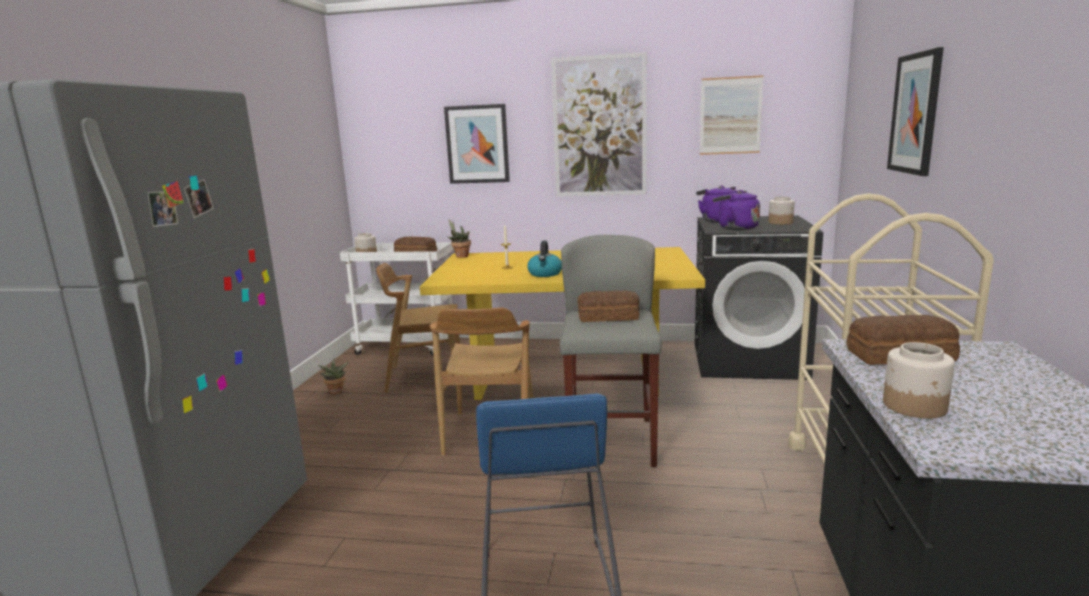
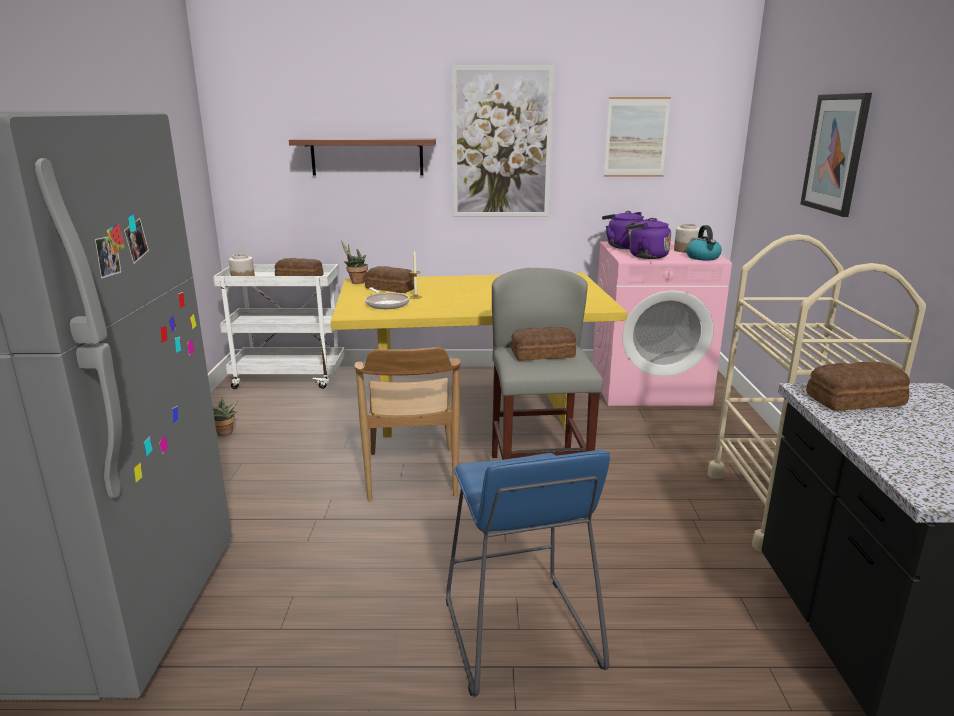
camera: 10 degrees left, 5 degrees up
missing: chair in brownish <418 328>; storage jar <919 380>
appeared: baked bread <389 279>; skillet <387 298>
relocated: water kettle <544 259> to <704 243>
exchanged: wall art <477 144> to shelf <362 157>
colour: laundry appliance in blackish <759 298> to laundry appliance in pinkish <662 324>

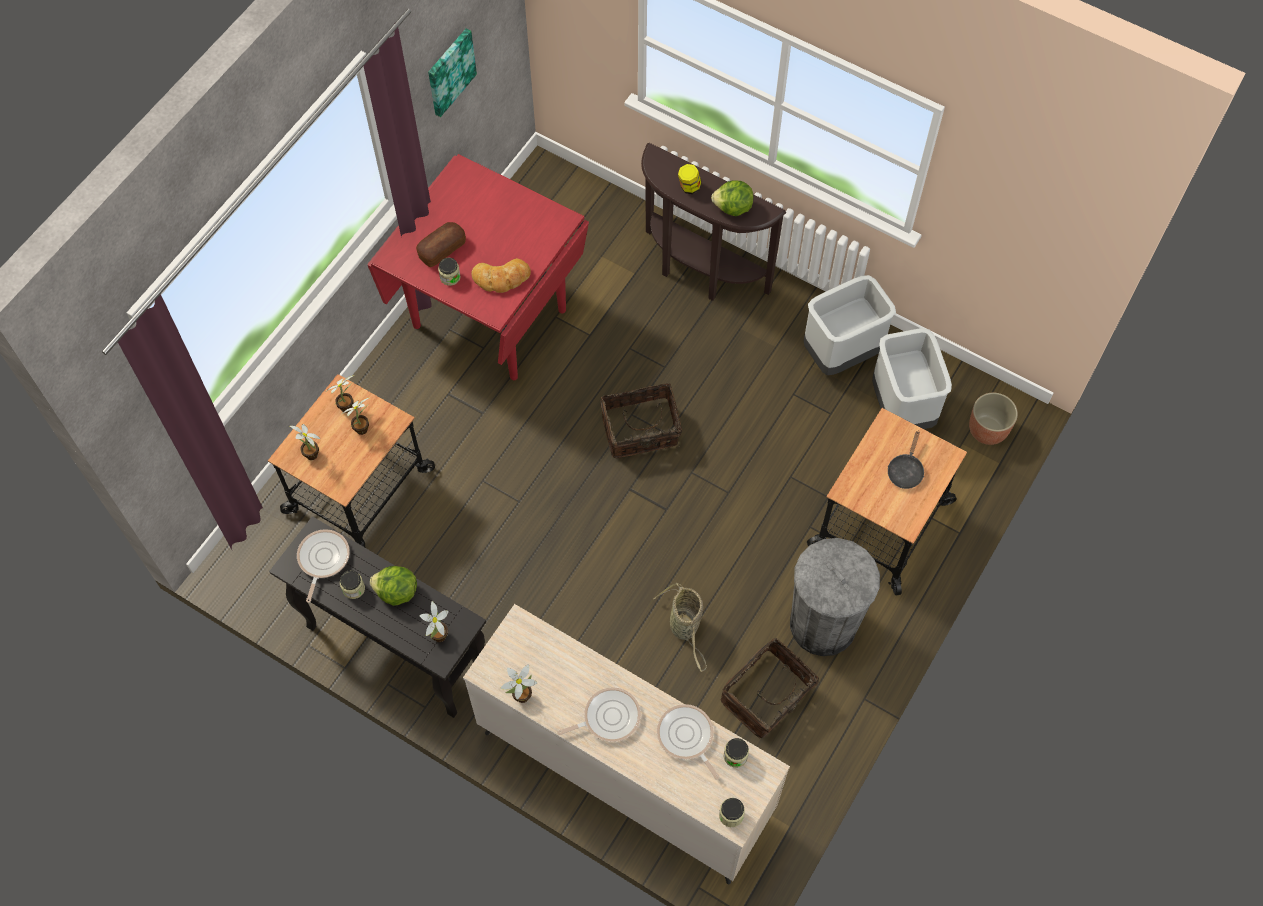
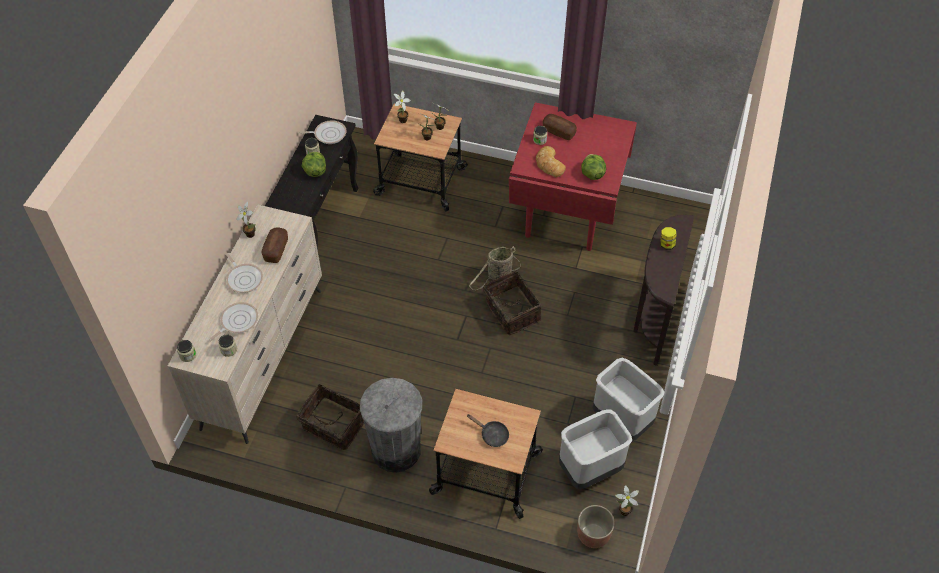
camera: 75 degrees right, 10 degrees down
missing: wall art <452 73>
appeared: baked bread <275 245>
relocated: plant in a pot <434 621> to <627 500>; storage basket <680 627> to <495 268>; lettuce head <732 198> to <593 167>
spun: skillet in blackish <906 460> = <487 430> 150 degrees counterclockwise

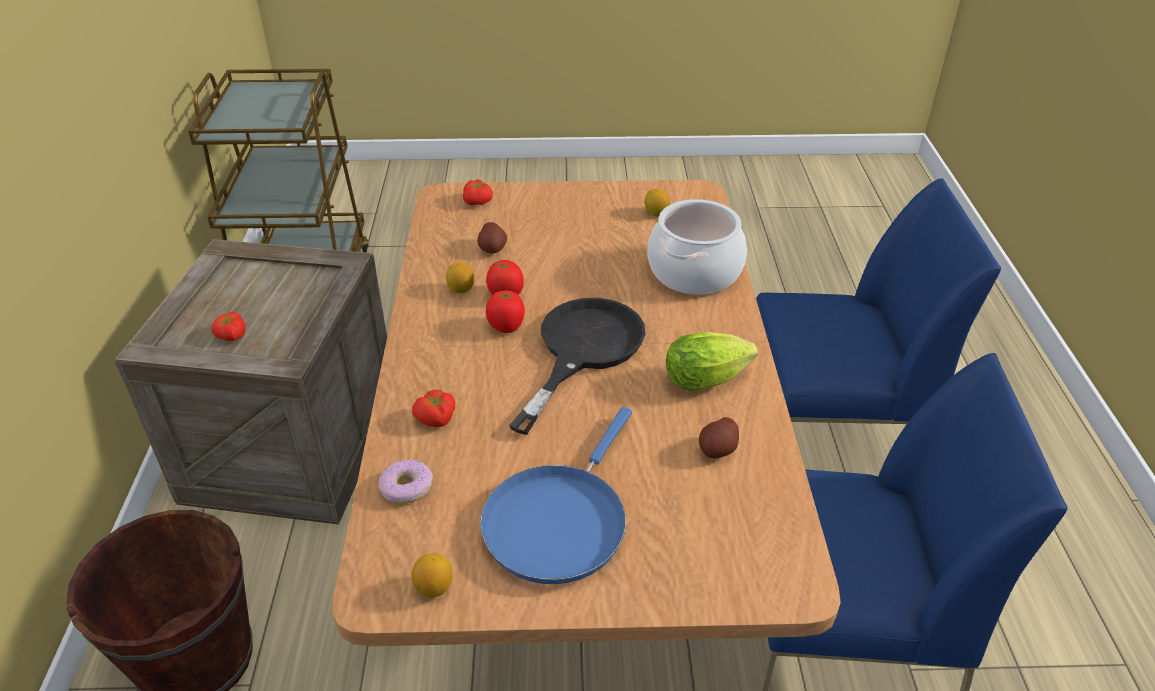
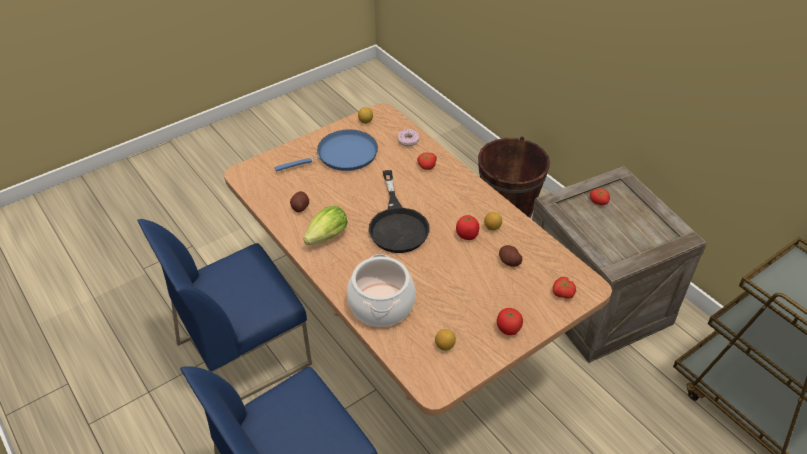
camera: 145 degrees right, 5 degrees up
relocated: whole tomato <505 311> to <510 321>
spun: skillet in blue-coloured <556 495> = <326 151> 75 degrees clockwise

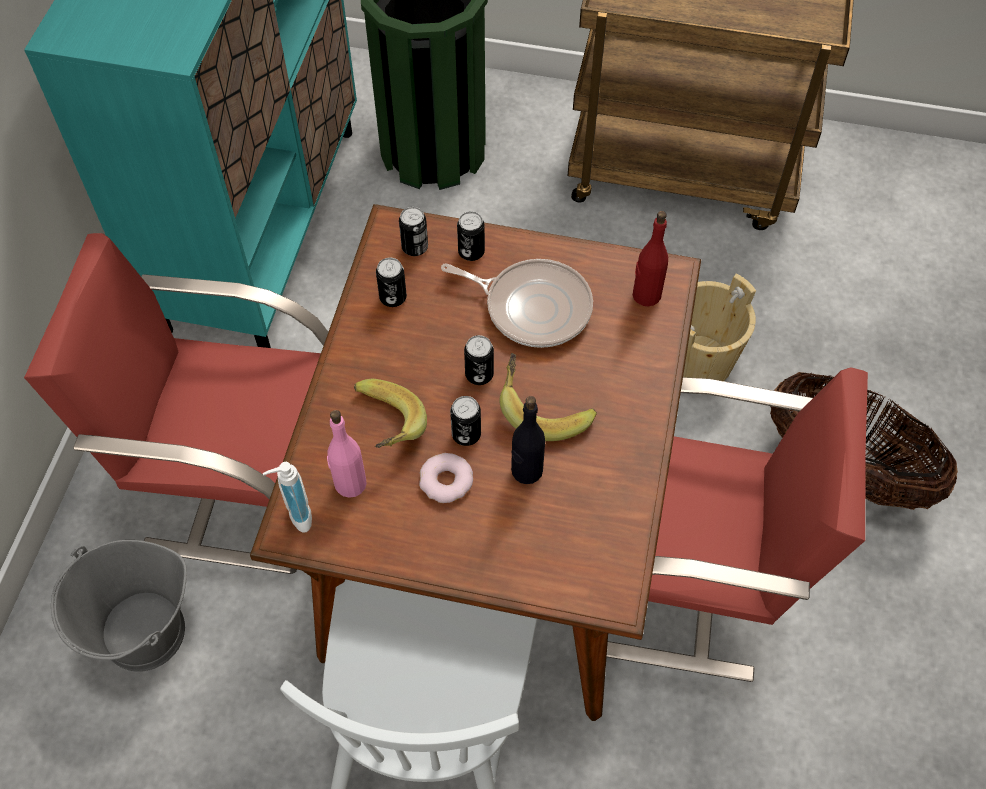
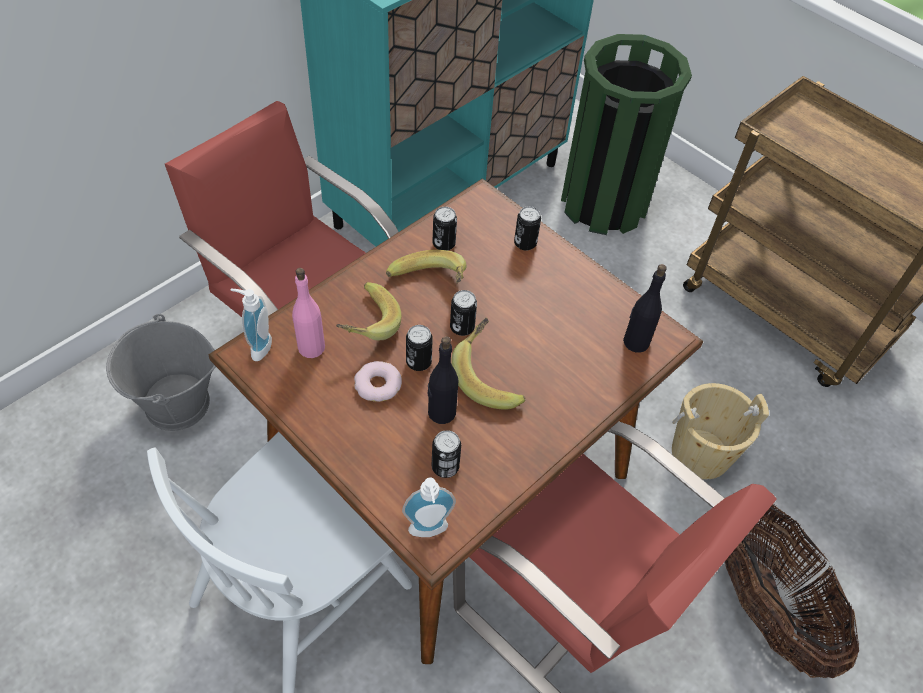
camera: 30 degrees right, 5 degrees down
missing: skillet <517 303>
appeared: banana fruit <426 266>; soap dispenser <429 507>
relocated: sealed can <413 231> to <446 454>
colour: drink bottle in red-coloured <650 258> to drink bottle in blackish <645 308>

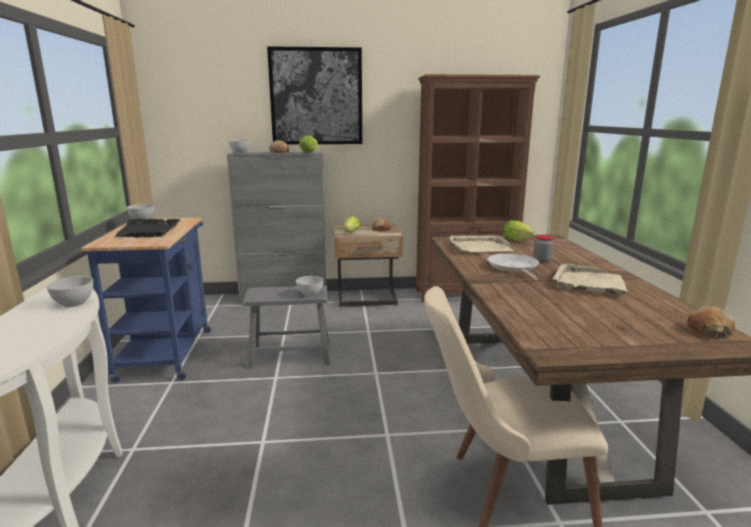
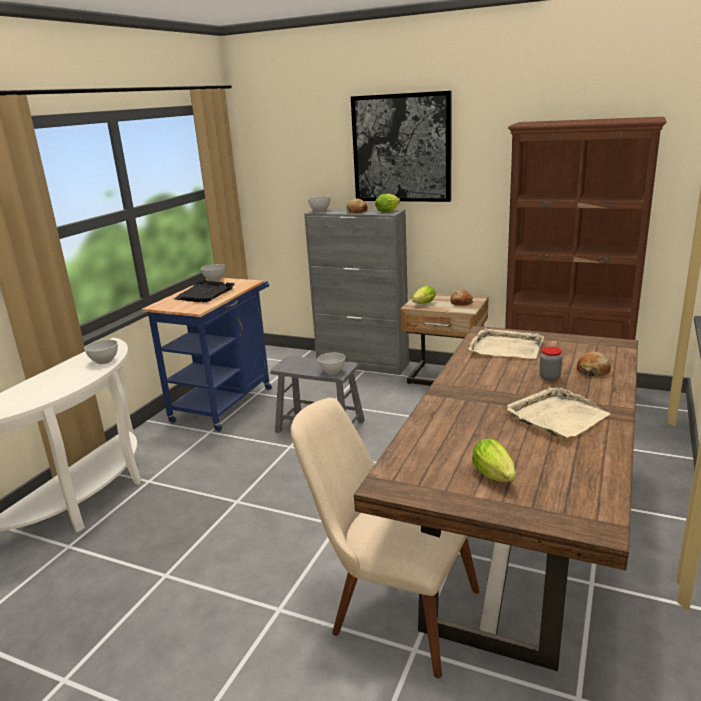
camera: 30 degrees right, 5 degrees up
missing: skillet <513 266>
relocated: lettuce head <519 230> to <494 460>; baked bread <711 322> to <594 364>

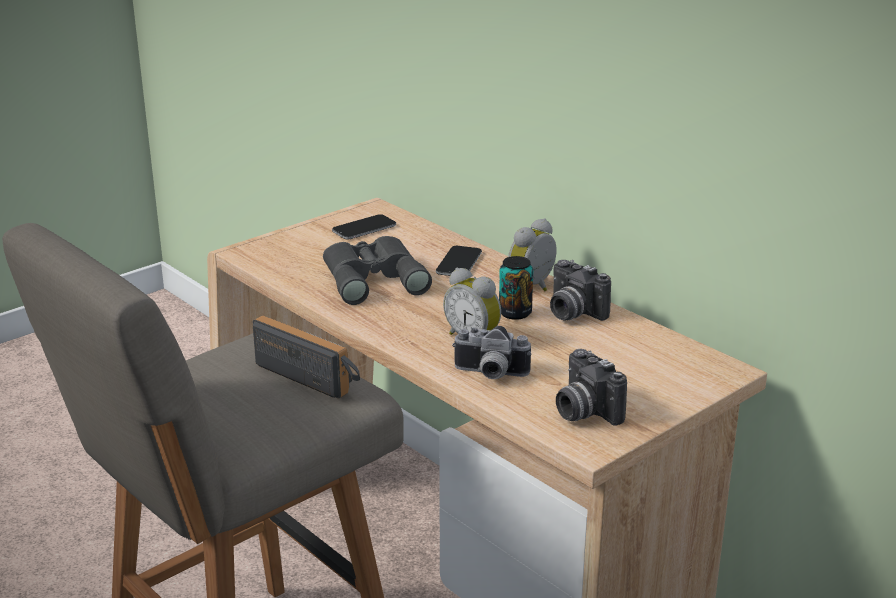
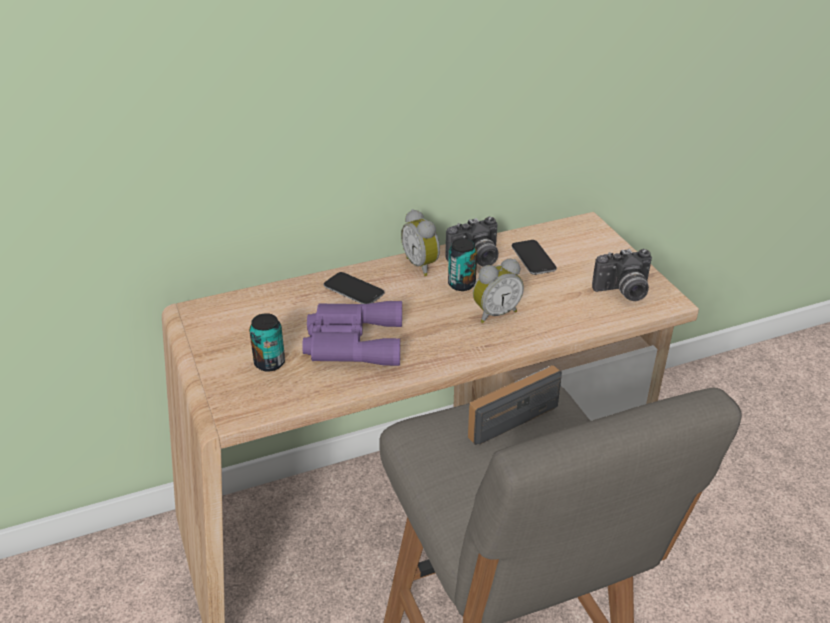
camera: 70 degrees left, 10 degrees up
missing: still camera <491 352>
appeared: sealed can <267 342>
relocated: telephone <364 227> to <534 257>
colour: pair of binoculars in grey <377 270> to pair of binoculars in purple <352 333>

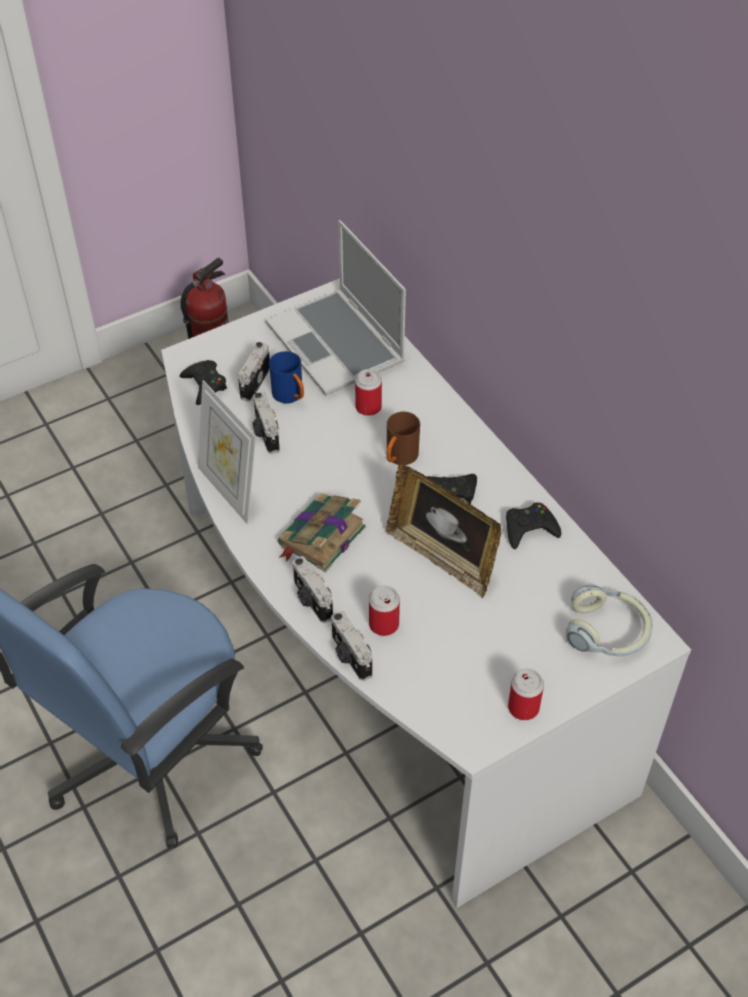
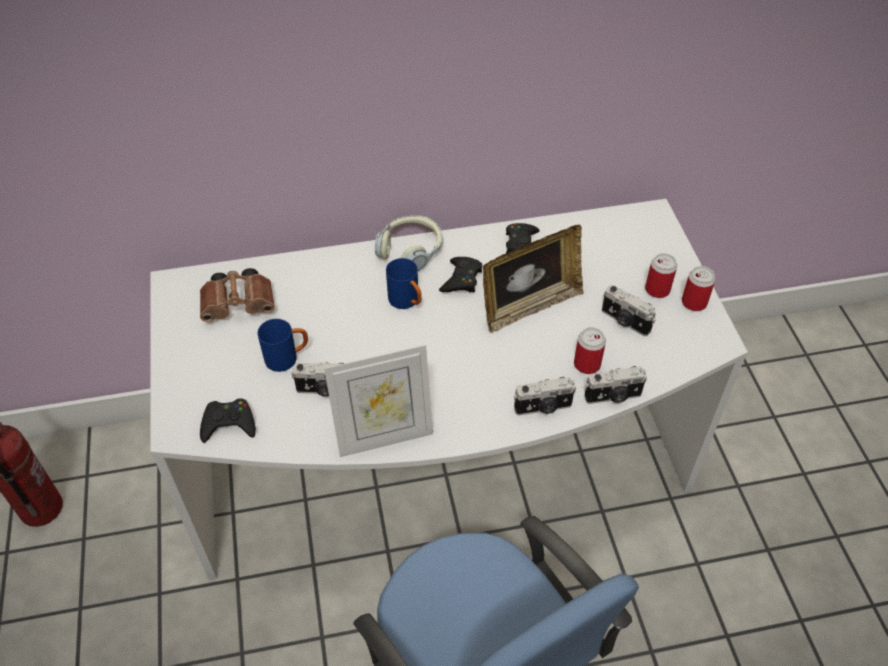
camera: 70 degrees left, 0 degrees up
missing: bound book <322 533>
relocated: still camera <254 372> to <629 310>; sealed can <368 392> to <661 275>; pair of headphones <609 620> to <409 243>
exchanged: portable computer <336 308> to pair of binoculars in brownish <237 295>
colour: mug in brownish <403 438> to mug in blue-coloured <404 283>

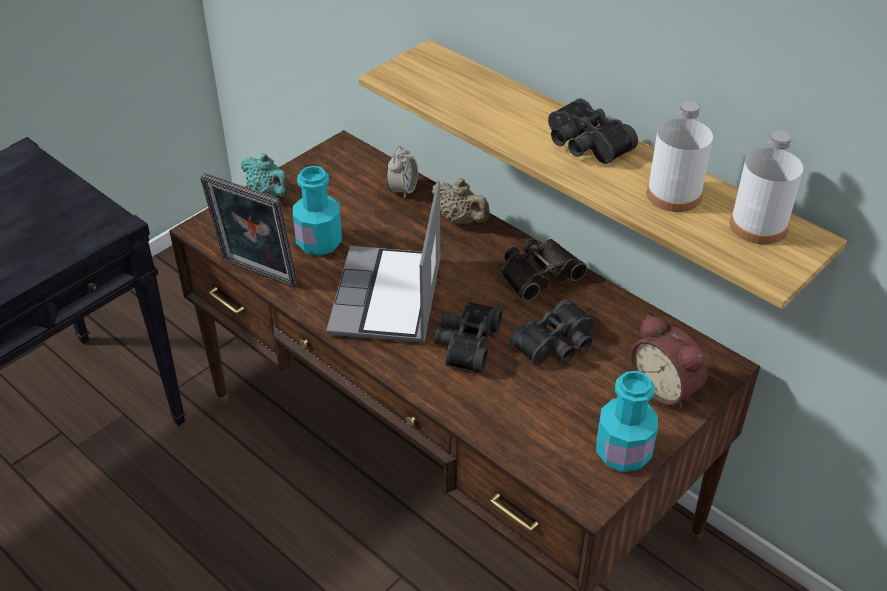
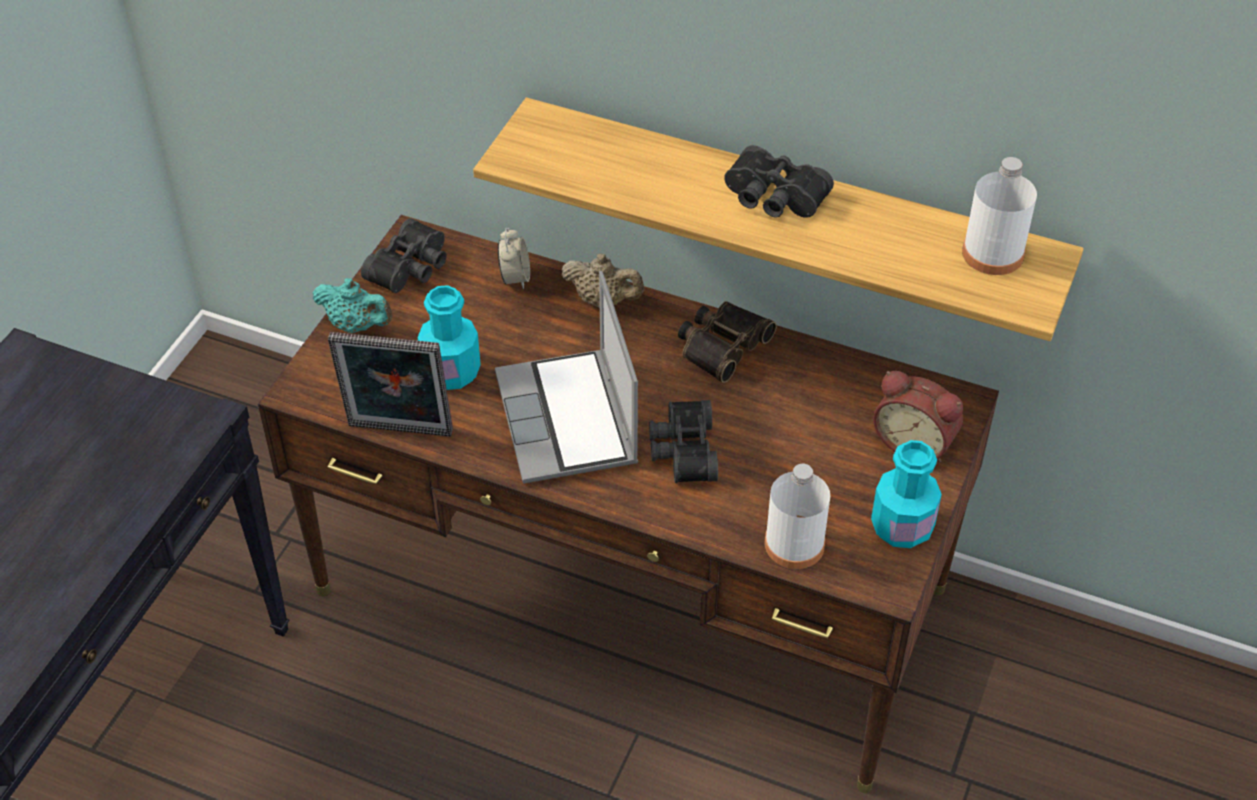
camera: 20 degrees left, 5 degrees up
relocated: pair of binoculars in blackish <552 332> to <404 255>; drink bottle in whitish <680 156> to <797 516>

